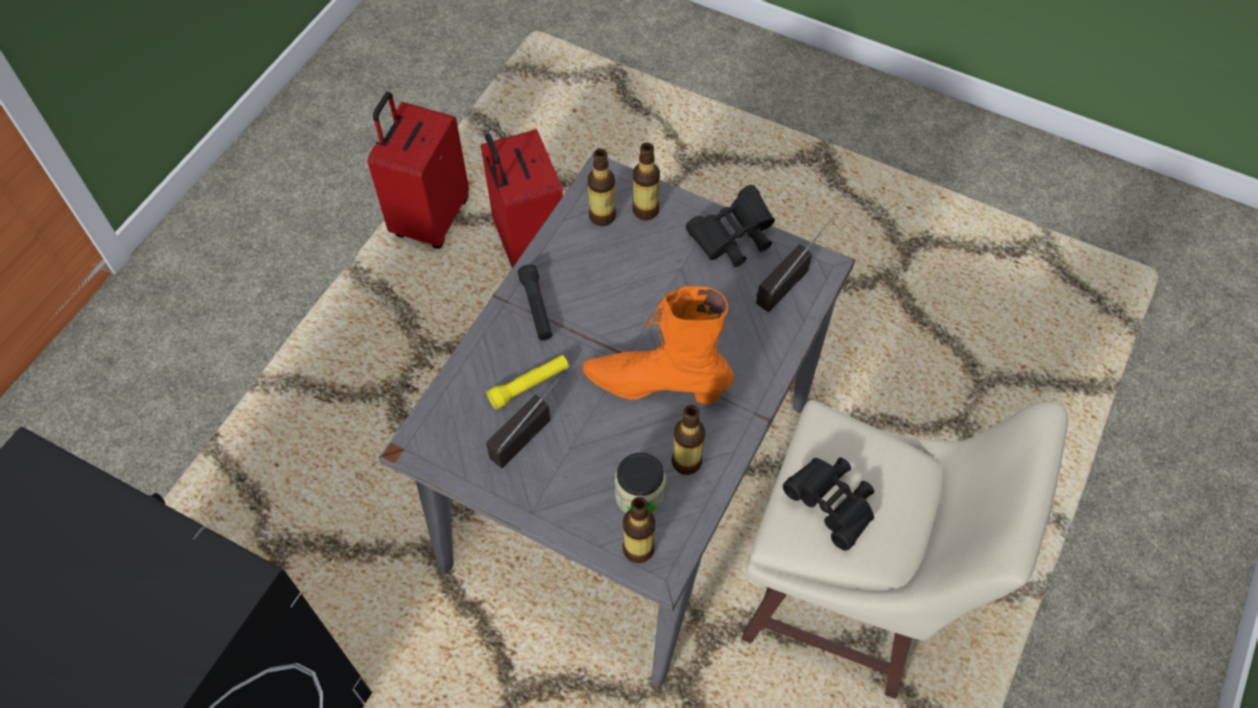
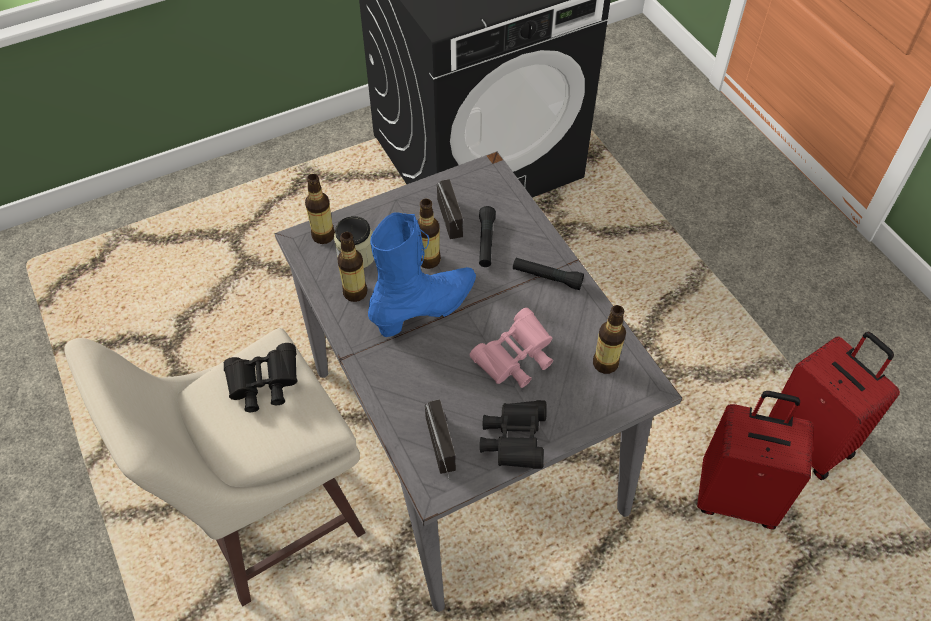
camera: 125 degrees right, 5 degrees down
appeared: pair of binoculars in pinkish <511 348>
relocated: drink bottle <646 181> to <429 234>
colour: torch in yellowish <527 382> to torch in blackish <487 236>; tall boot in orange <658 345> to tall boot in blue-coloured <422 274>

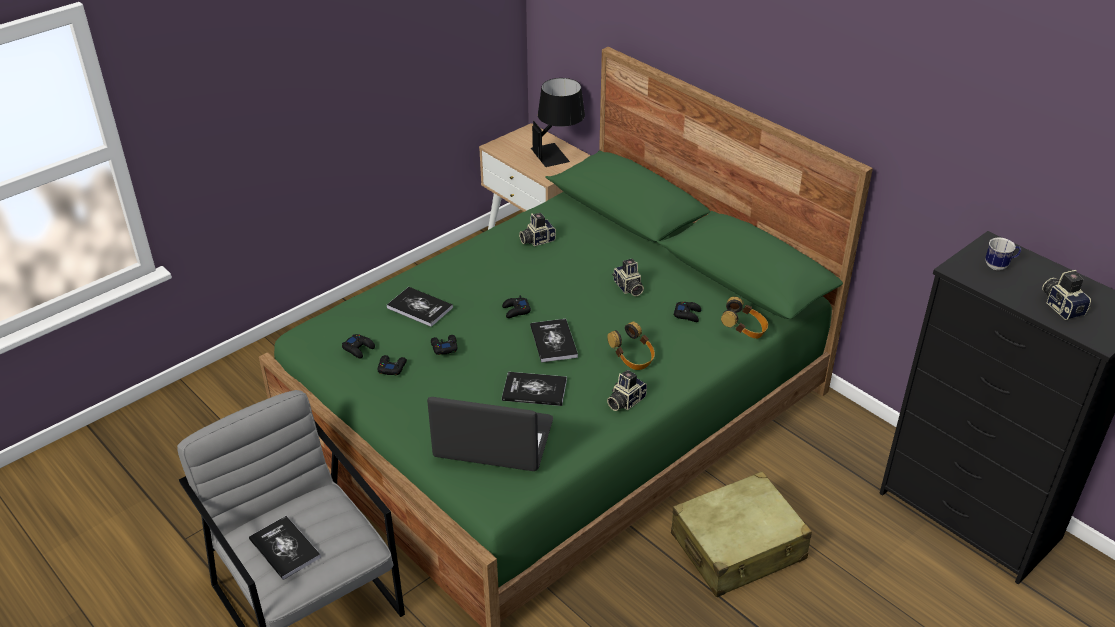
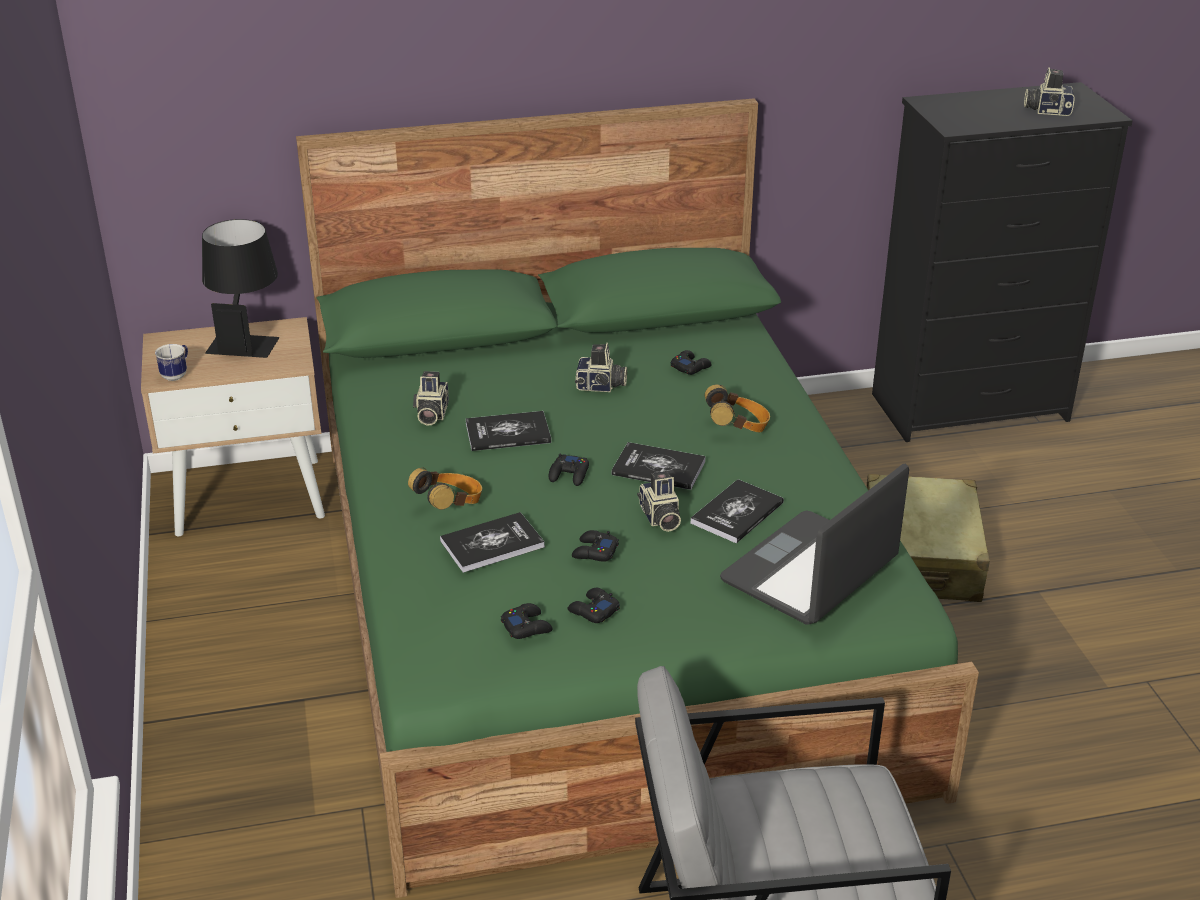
camera: 60 degrees left, 5 degrees down
relocated: bound book <285 548> to <508 431>; still camera <627 390> to <659 501>; pair of headphones <744 318> to <445 489>; mug <1003 254> to <171 362>

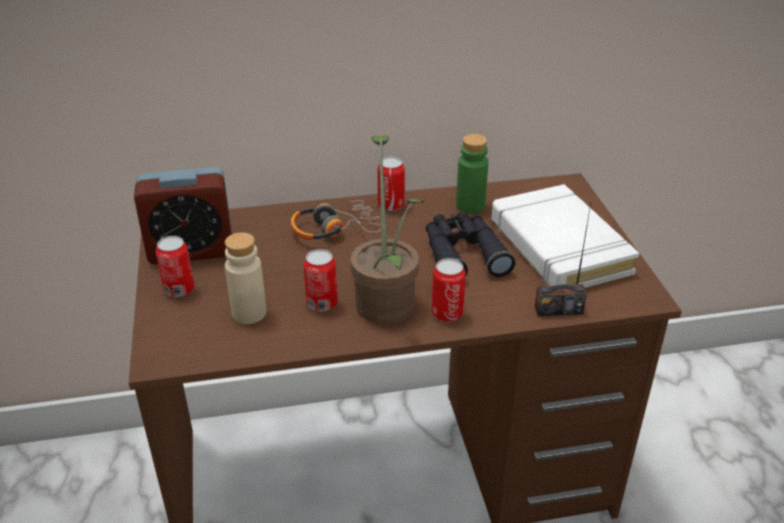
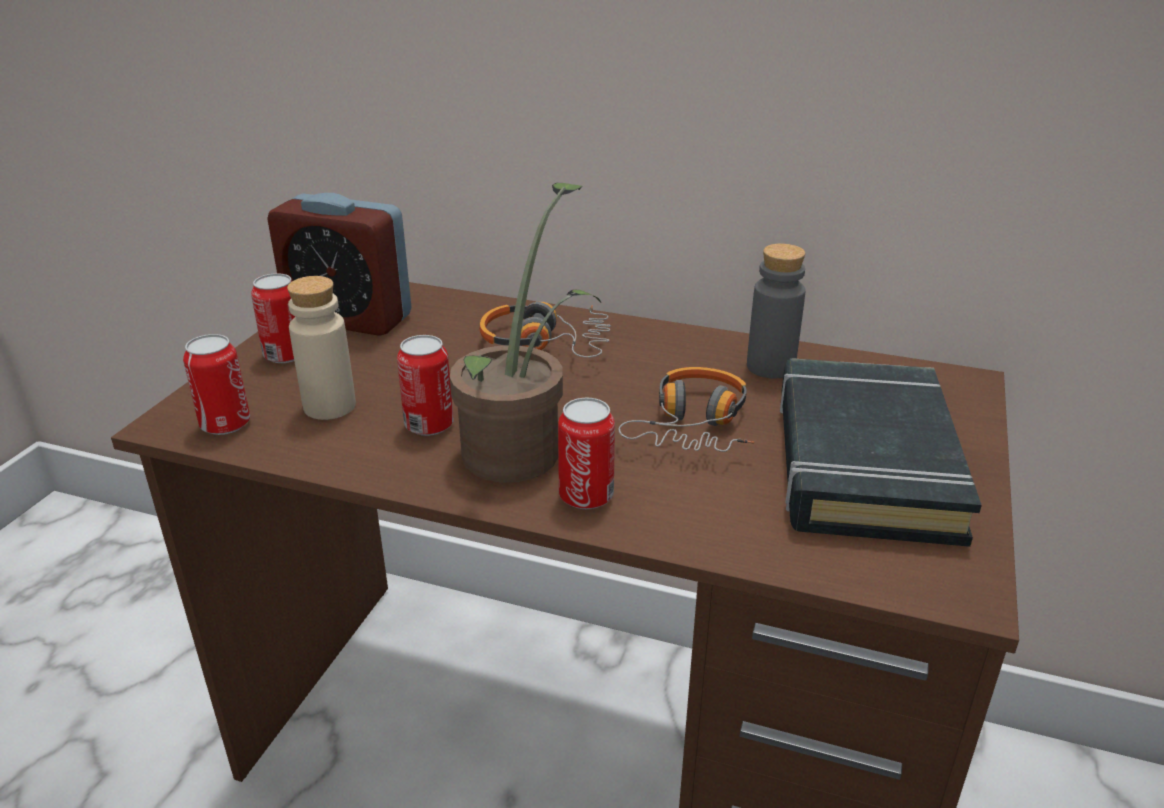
camera: 30 degrees right, 5 degrees down
missing: radio <563 259>
relocated: sealed can <391 184> to <216 384>
exchanged: pair of binoculars in blackish <470 244> to pair of headphones <686 409>
colour: drink bottle in green-coloured <472 173> to drink bottle in grey <776 311>; bound book in whitish <565 236> to bound book in blackish <881 452>

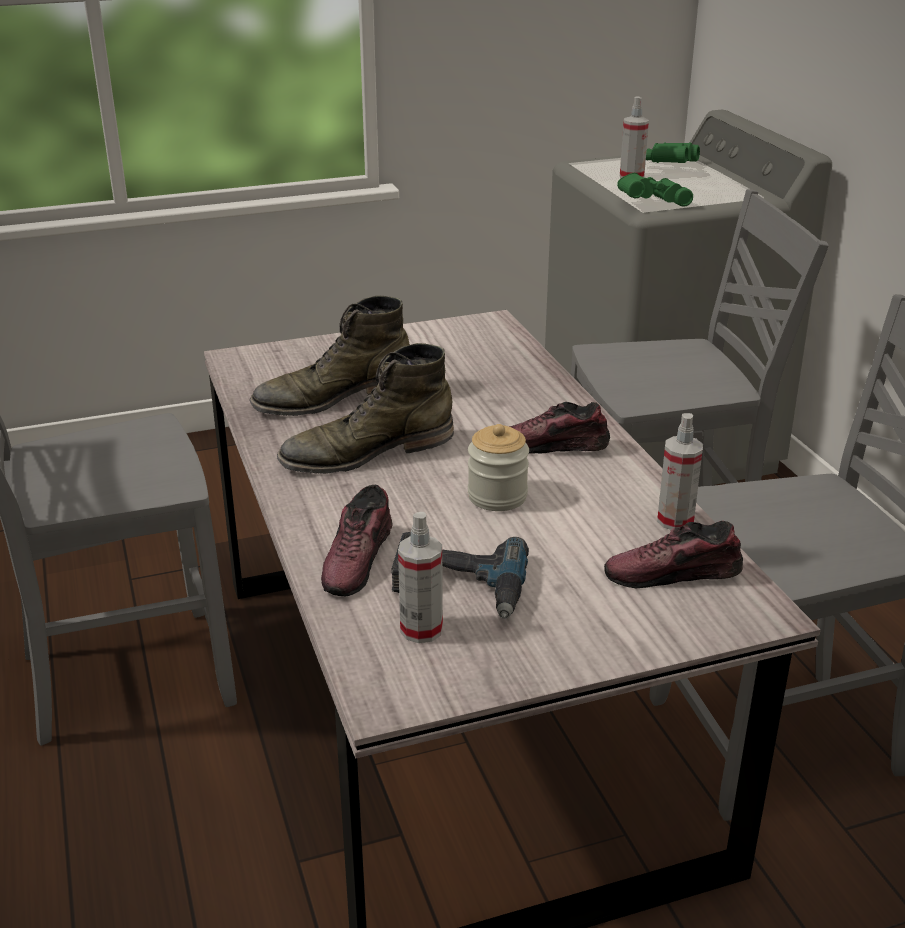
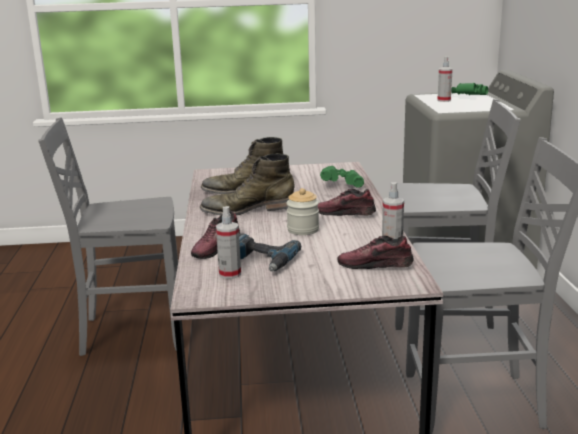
camera: 15 degrees right, 10 degrees down
relocated: pair of binoculars in green-coloured <655 190> to <342 177>

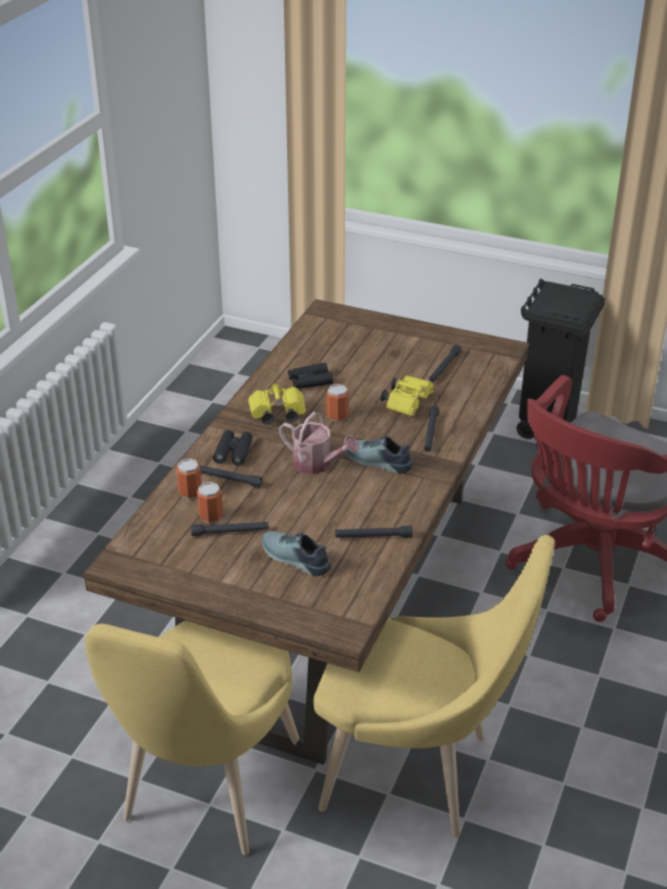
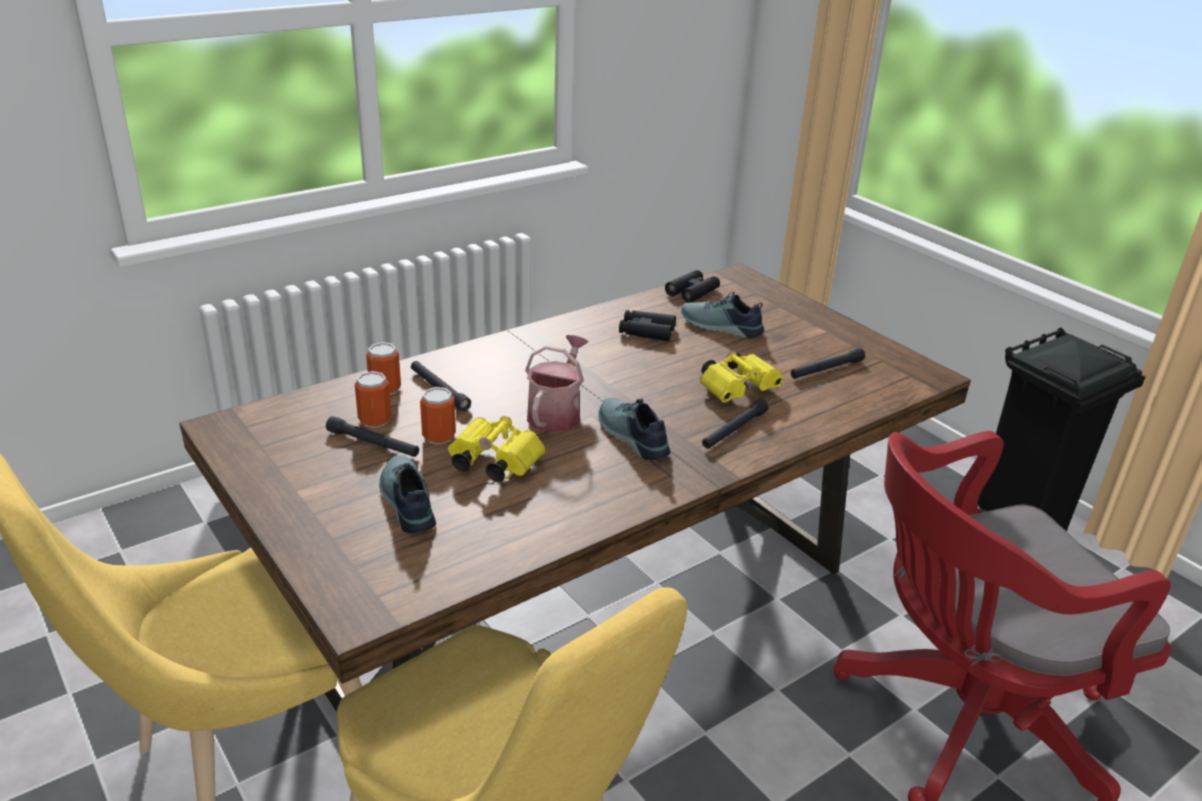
camera: 30 degrees right, 5 degrees down
missing: torch in blackish <374 532>
appeared: low shoe <722 314>
relocated: pair of binoculars in blackish <232 448> to <692 286>; pair of binoculars in yellowish <277 403> to <496 449>; sealed can <337 403> to <438 416>
spun: sprinkling can <319 443> = <557 384> 135 degrees counterclockwise

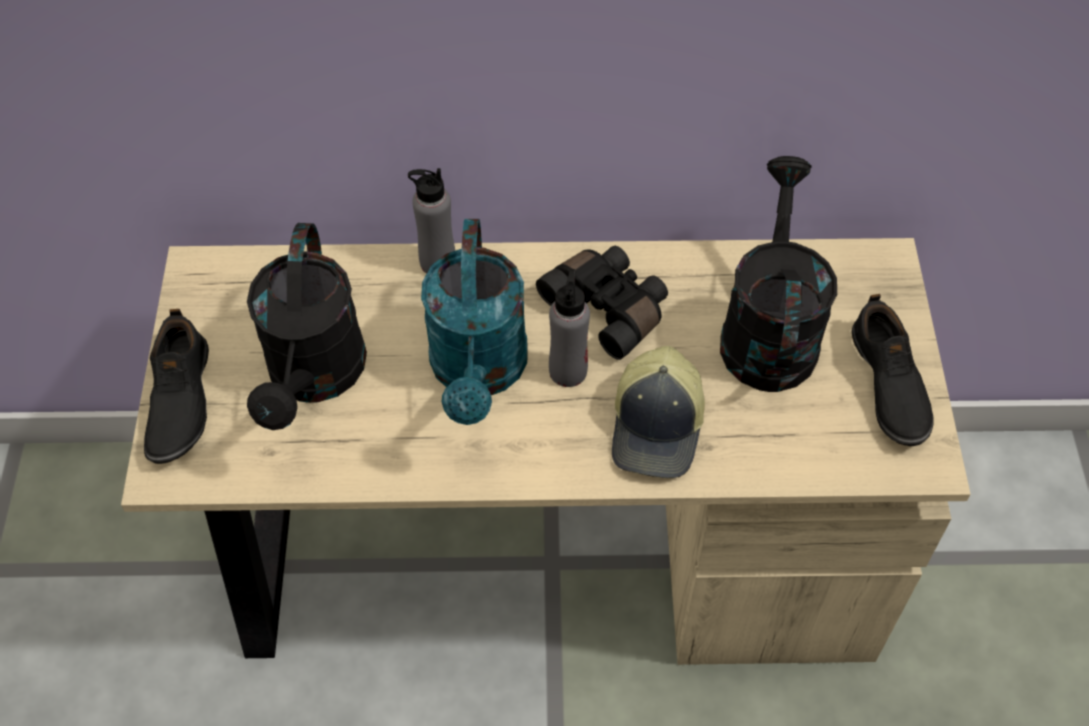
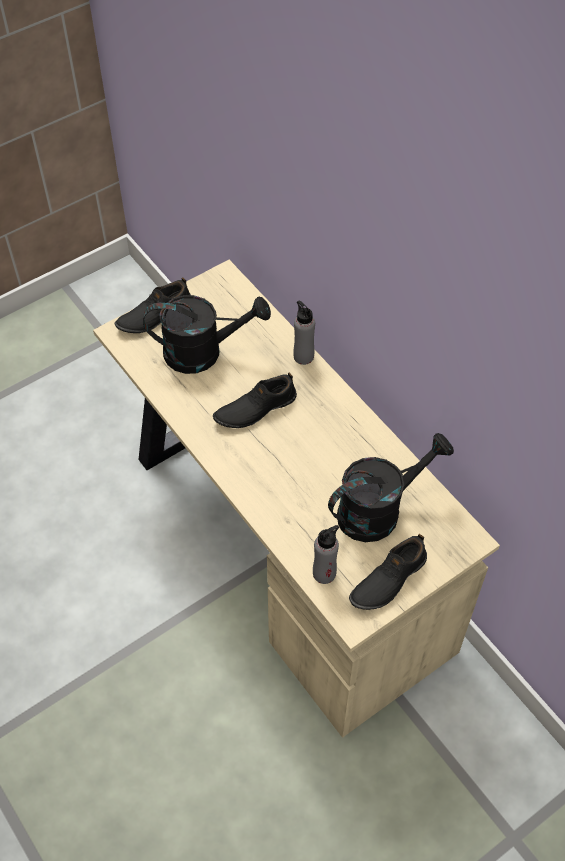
camera: 55 degrees right, 0 degrees up
missing: pair of binoculars in blackish <602 303>; baseball cap <658 412>
relocated: drink bottle in grey <569 328> to <326 554>
exchanged: sprinkling can in turquoise <474 322> to low shoe in blackish <255 400>
spun: sprinkling can in blackish <307 326> = <207 334> 150 degrees counterclockwise

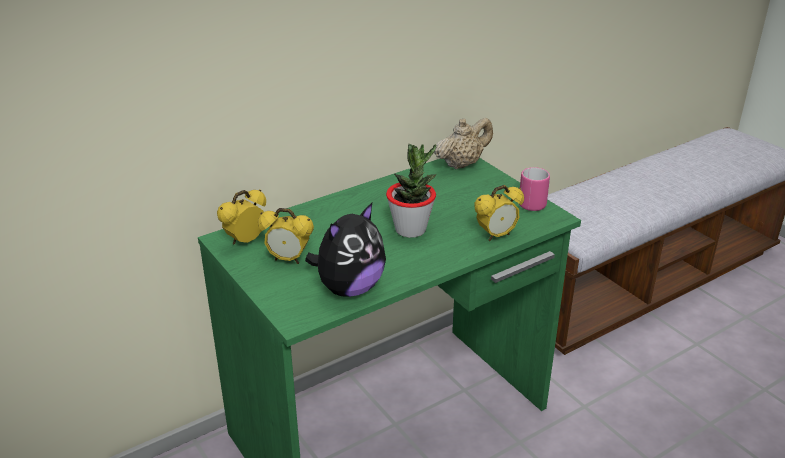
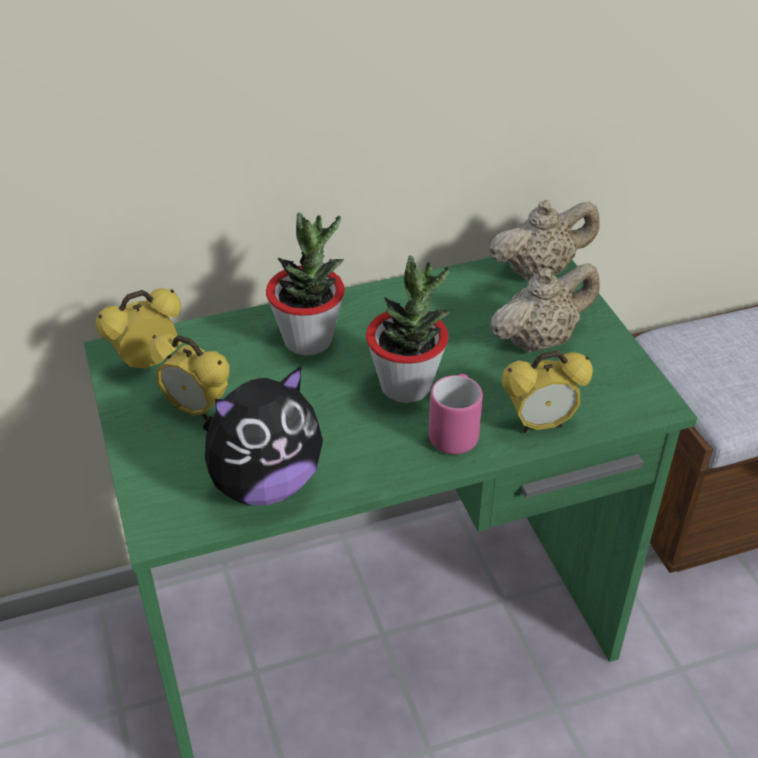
camera: 15 degrees right, 10 degrees up
appeared: plant in a pot <305 284>; pot for tea in beige <544 308>
relocated: mug in pinkish <534 189> to <456 414>

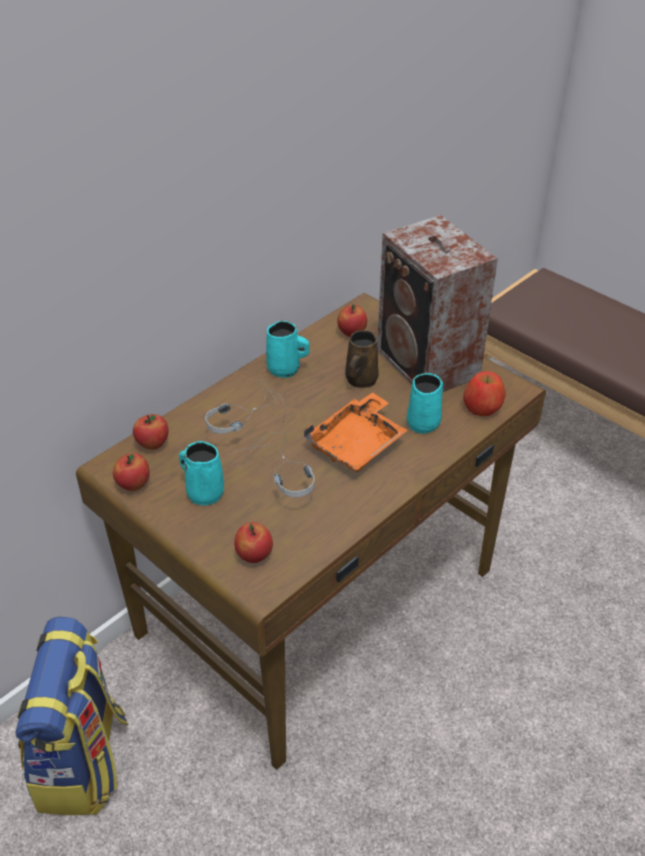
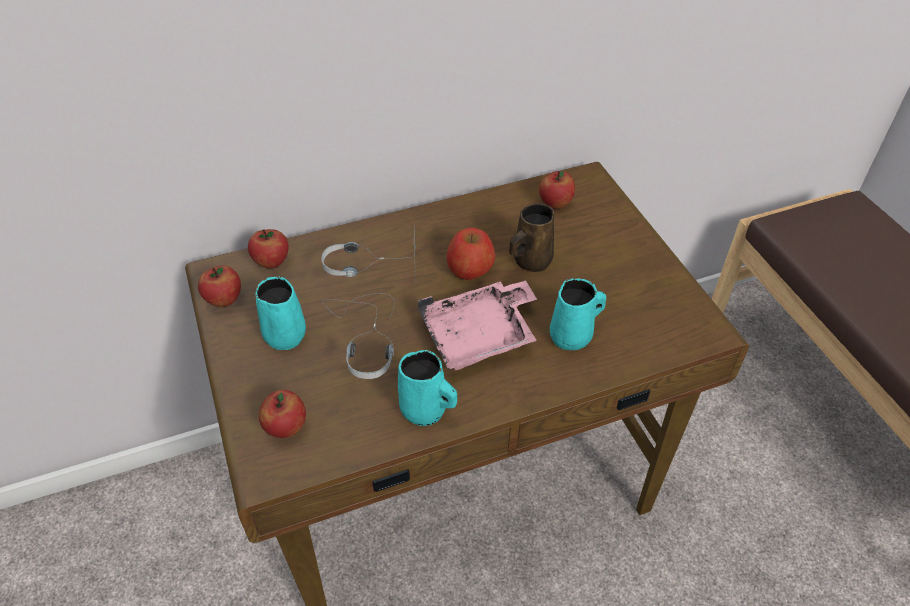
camera: 25 degrees right, 5 degrees up
missing: rucksack <72 716>; audio speaker <437 303>
relocated: mug in turquoise <288 349> to <427 388>; apple fruit <484 393> to <471 253>
colour: tray in orange <356 432> to tray in pinkish <477 325>

